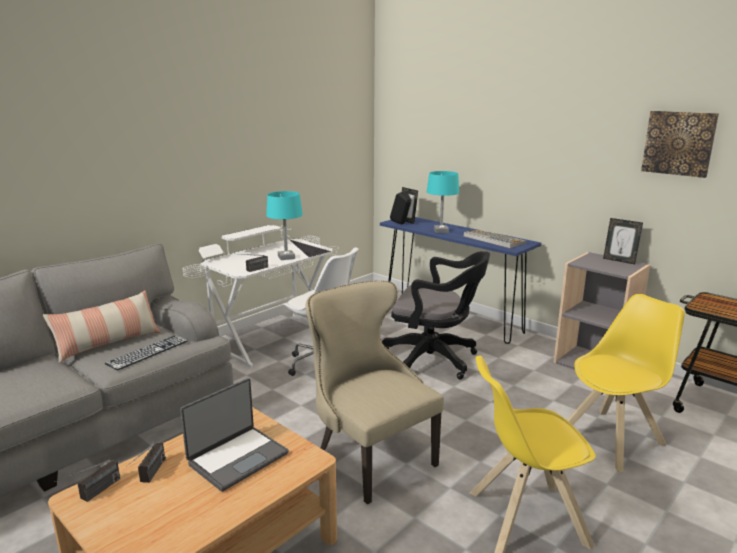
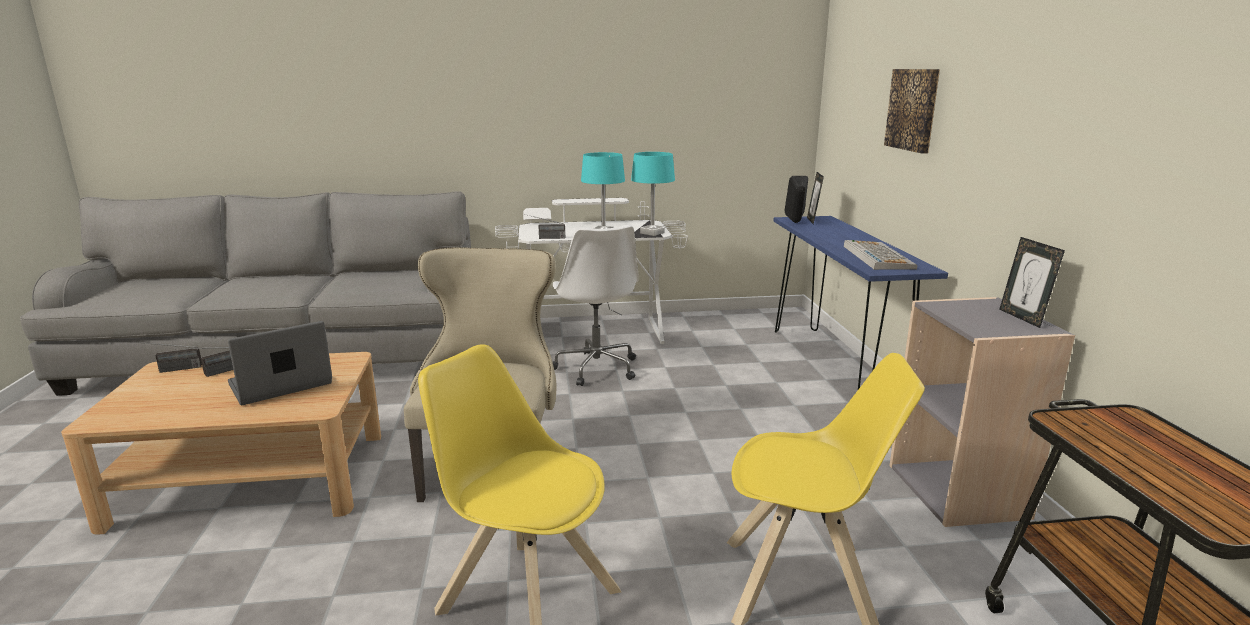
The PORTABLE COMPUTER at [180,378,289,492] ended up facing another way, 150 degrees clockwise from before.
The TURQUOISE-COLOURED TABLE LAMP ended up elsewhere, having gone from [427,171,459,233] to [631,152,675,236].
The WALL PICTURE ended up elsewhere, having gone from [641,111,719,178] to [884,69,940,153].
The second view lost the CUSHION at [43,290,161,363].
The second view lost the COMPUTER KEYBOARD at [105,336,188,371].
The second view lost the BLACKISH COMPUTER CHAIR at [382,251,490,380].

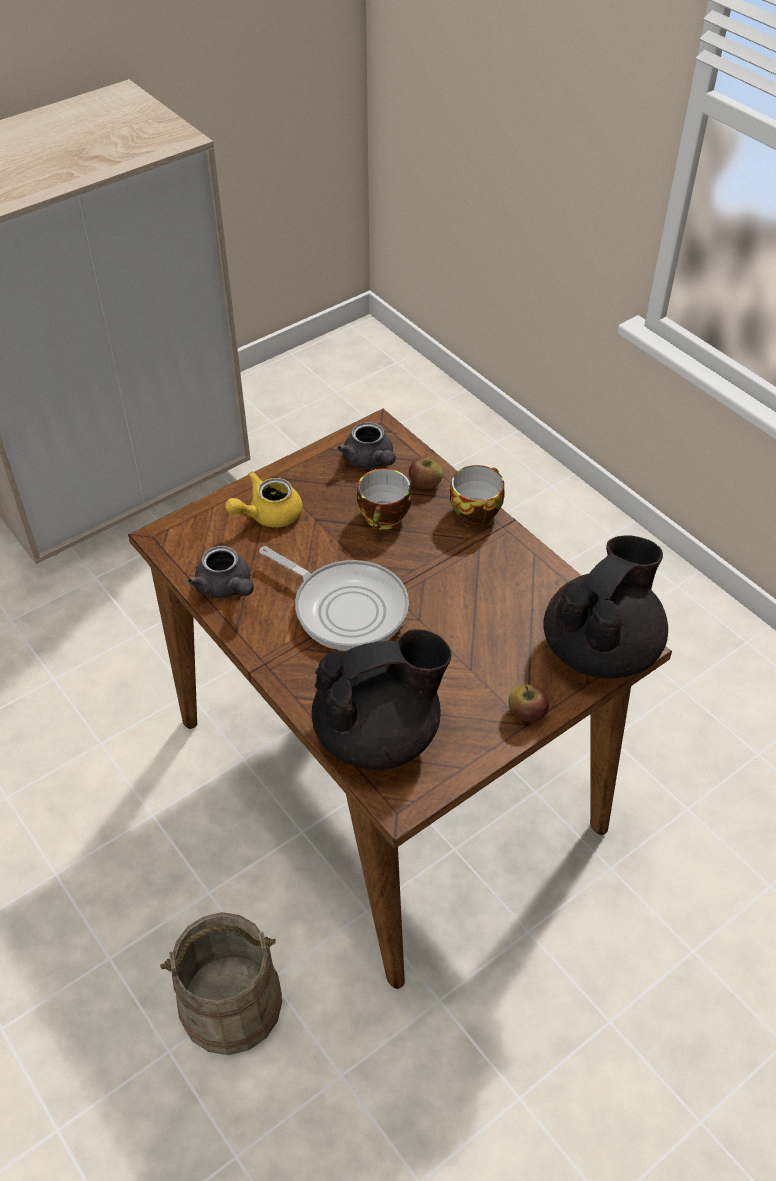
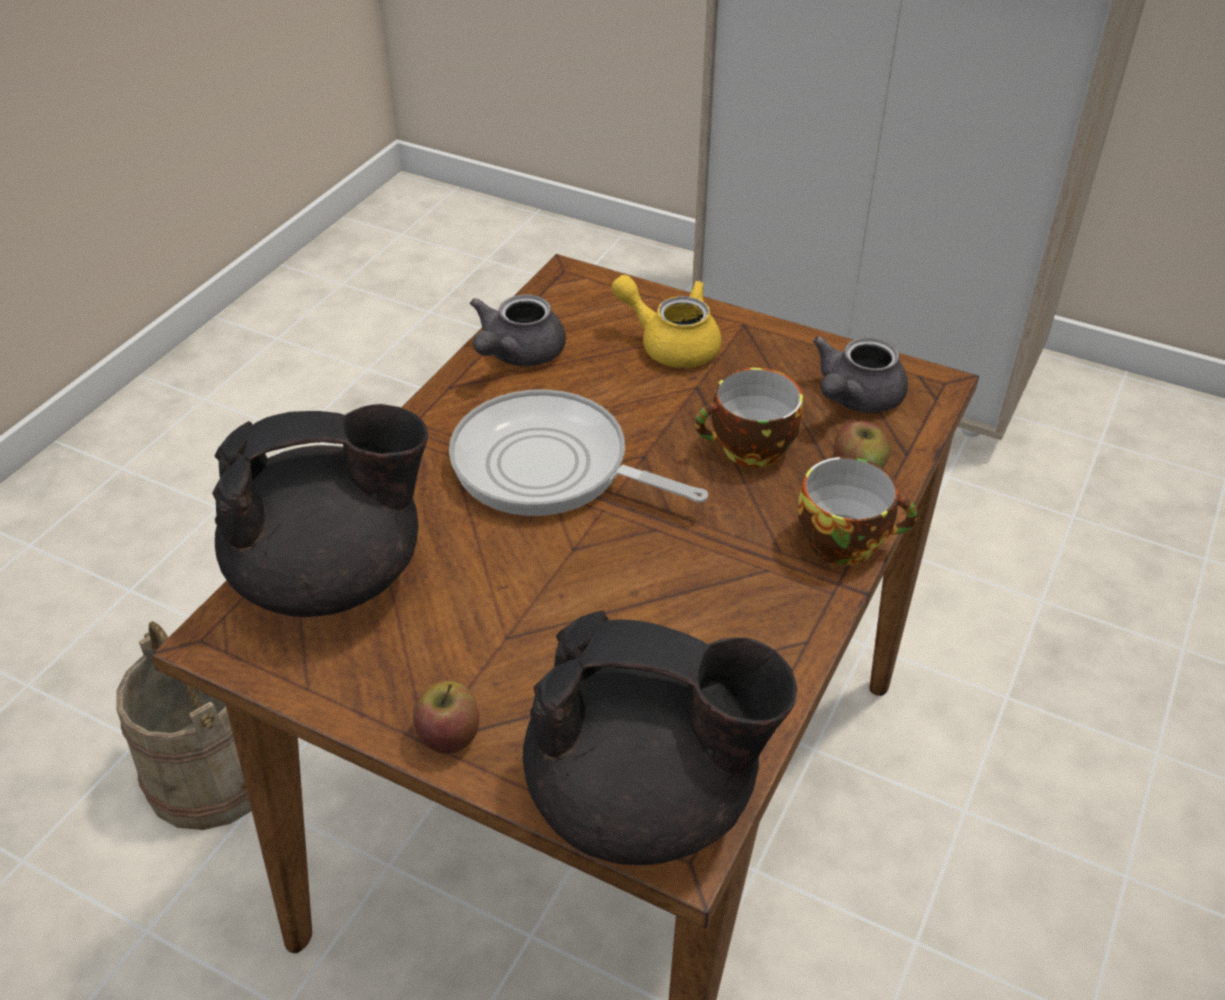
The BLACKISH POT FOR TEA at [312,629,452,770] ended up facing another way, 60 degrees counterclockwise from before.
The FRYING PAN at [259,546,409,651] ended up facing another way, 105 degrees clockwise from before.

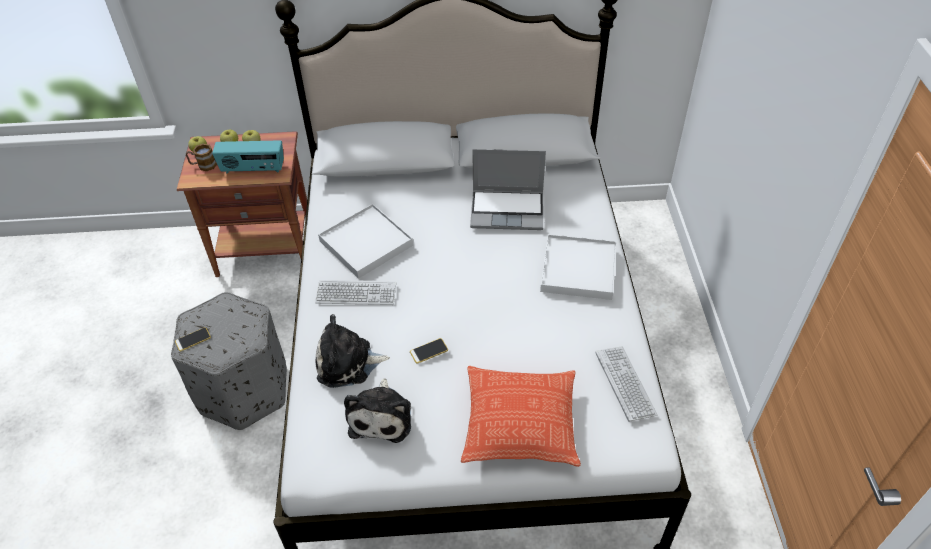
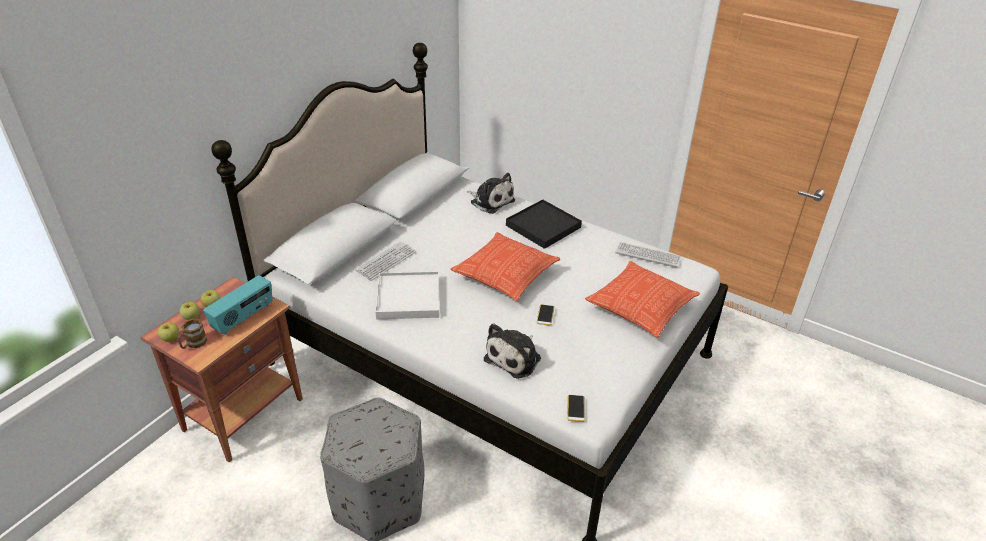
The COMPUTER KEYBOARD ended up elsewhere, having gone from [315,280,396,305] to [355,241,416,281].
The second view gained the ORANGE CUSHION at [451,232,560,301].
The PLUSH TOY ended up elsewhere, having gone from [344,378,411,443] to [467,173,515,214].
What was the WHITE TRAY at [540,234,616,300] turned into the BLACKISH TRAY at [506,199,582,249].
The HANDSET ended up elsewhere, having gone from [175,327,211,351] to [567,395,585,422].
The second view lost the PORTABLE COMPUTER at [470,149,546,230].

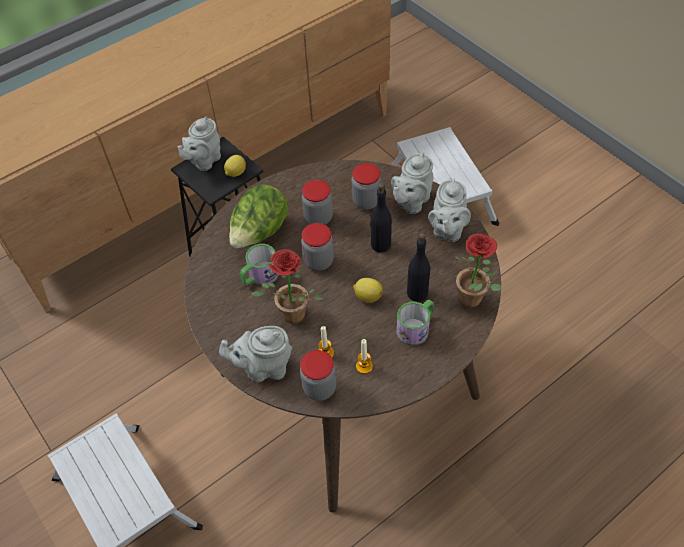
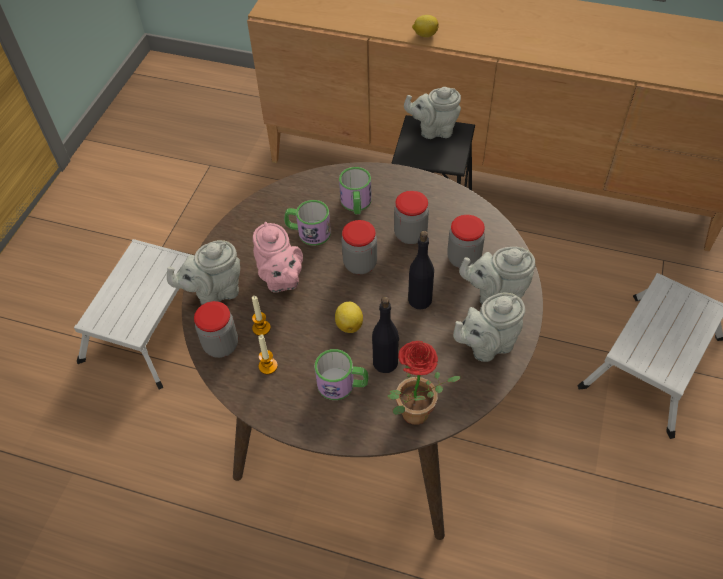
The GREYISH POT FOR TEA at [219,326,292,382] ended up facing another way, 75 degrees counterclockwise from before.
Where the HOUSEPLANT stood at [251,249,323,324], the PINK-COLOURED POT FOR TEA came to stand at [253,222,303,293].
Where the LETTUCE stood at [229,185,289,249], the TEA MUG came to stand at [339,167,372,214].
The CITRUS FRUIT ended up elsewhere, having gone from [224,155,246,177] to [412,15,439,37].

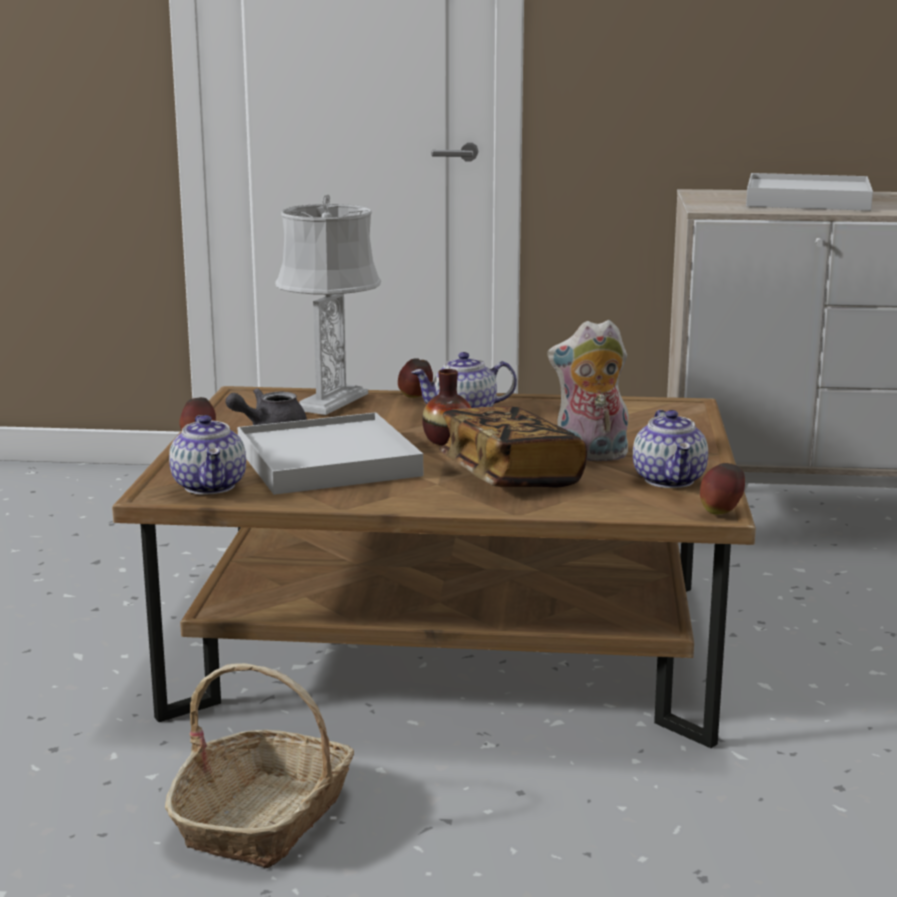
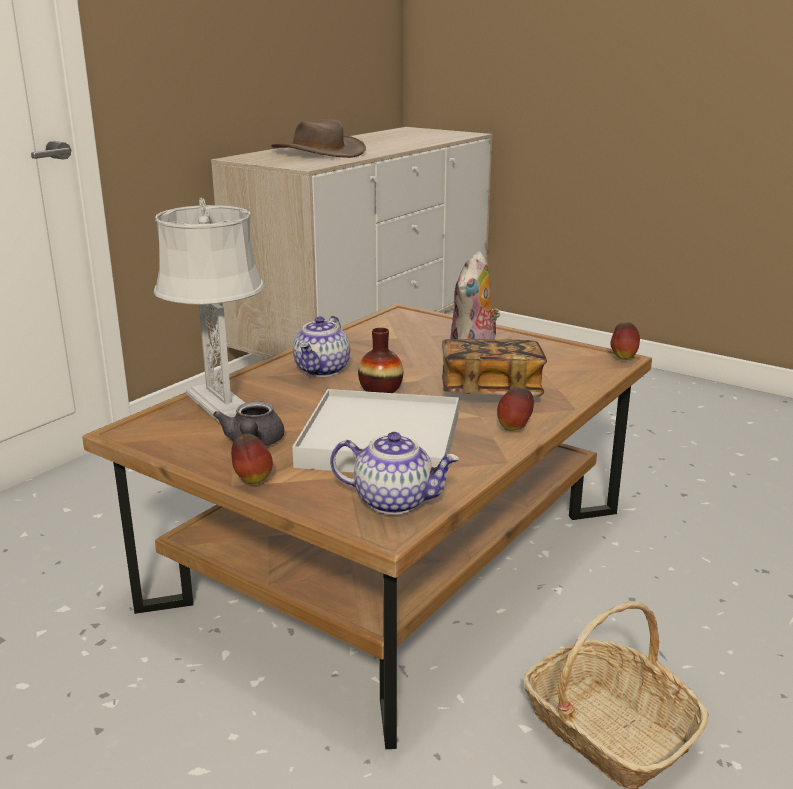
Where the WHITE TRAY stood at [746,173,873,211], the BROWN-COLOURED WEARABLE HAT came to stand at [271,119,366,158].
The APPLE ended up elsewhere, having gone from [398,358,433,398] to [497,387,534,431].
The second view lost the POT FOR TEA at [633,410,708,488].

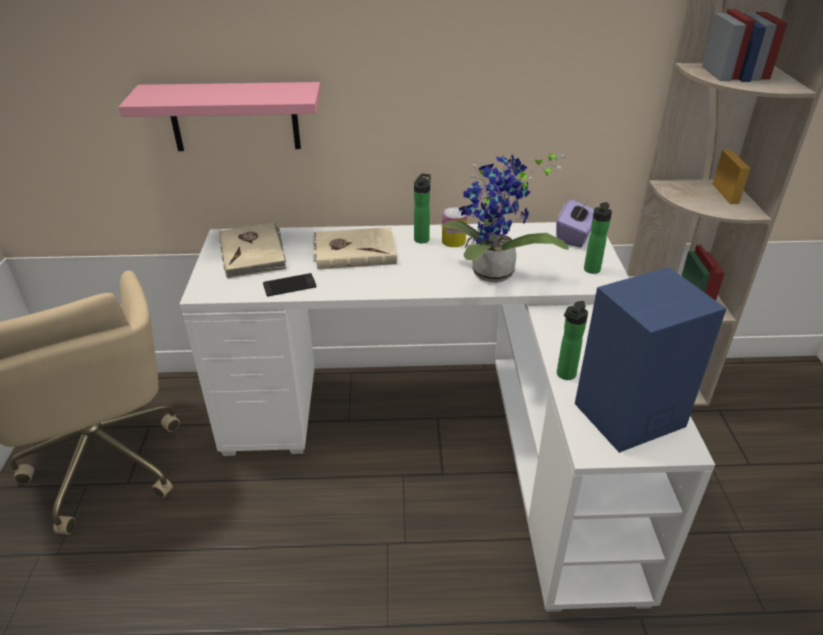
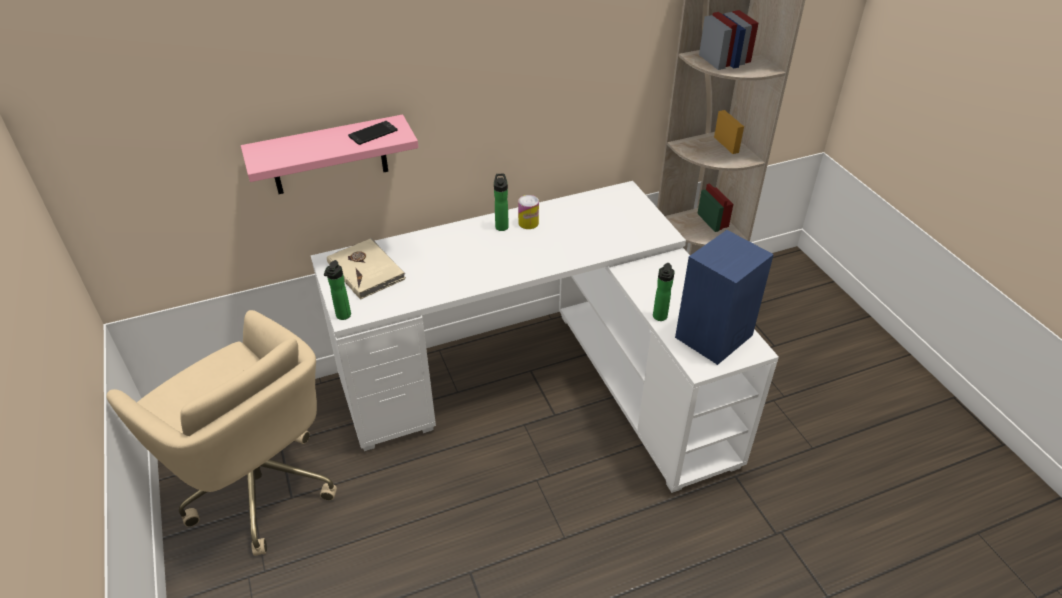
The BOTTLE ended up elsewhere, having gone from [584,202,612,274] to [324,260,351,320].
The HANDSET ended up elsewhere, having gone from [263,273,316,297] to [348,121,398,145].
The second view lost the BEIGE BOOK at [313,227,397,269].
The second view lost the HOUSEPLANT at [441,153,569,283].
The second view lost the PURPLE TISSUE BOX at [556,199,594,248].

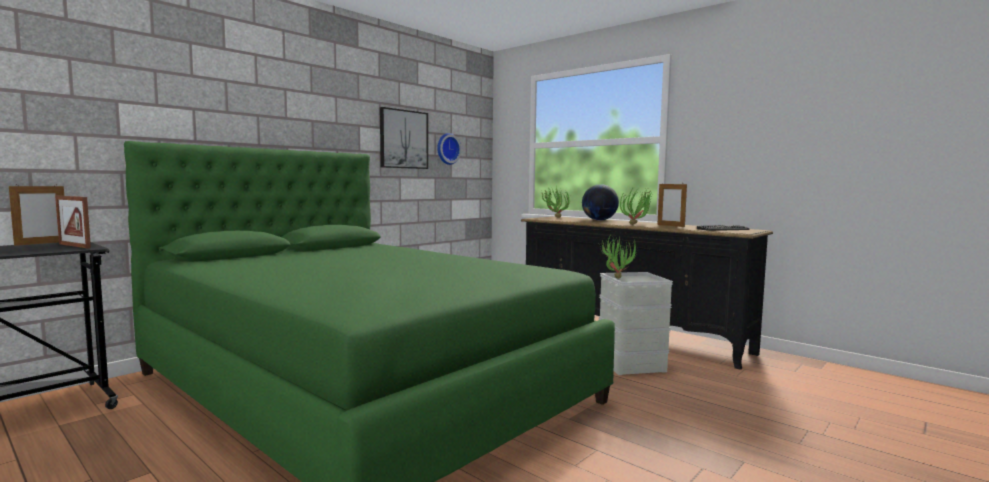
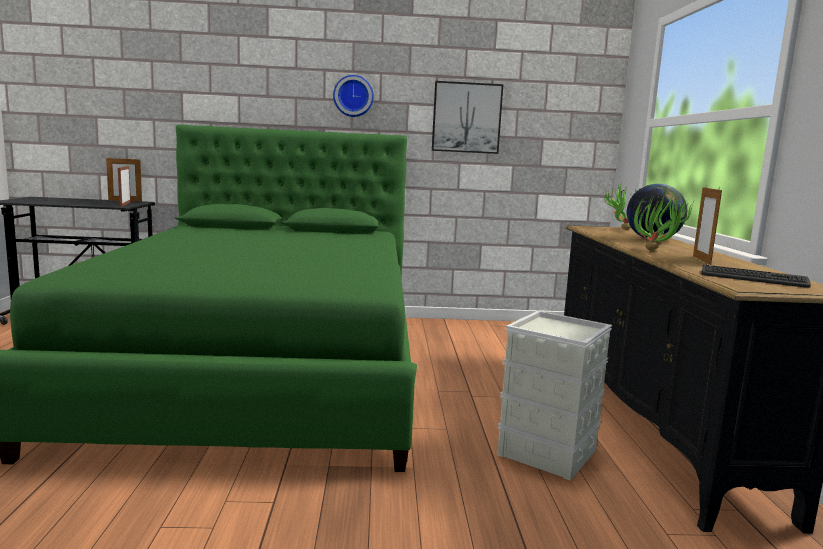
The WALL CLOCK ended up elsewhere, having gone from [437,133,461,165] to [333,75,374,117].
The second view lost the HOUSEPLANT at [600,235,638,279].

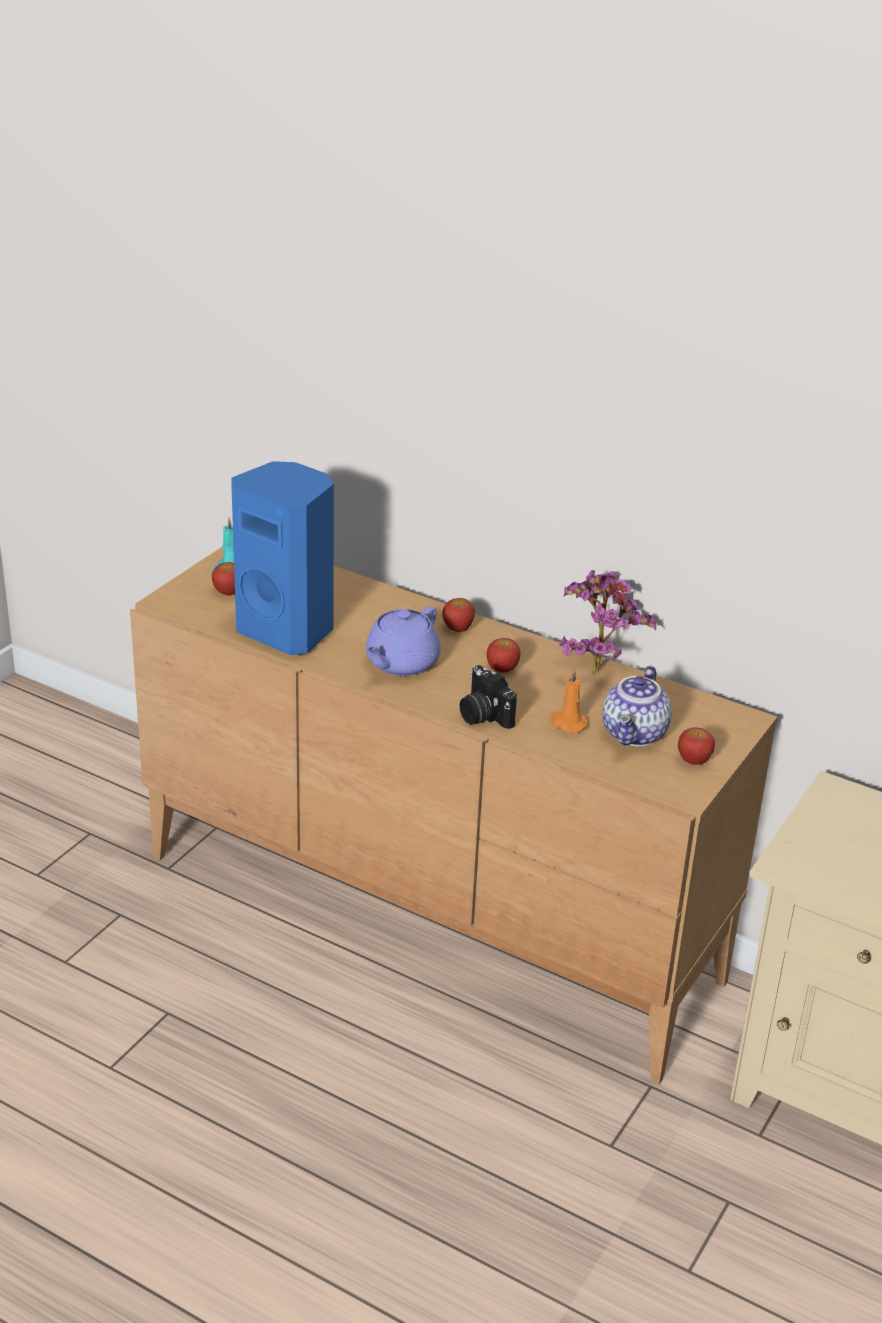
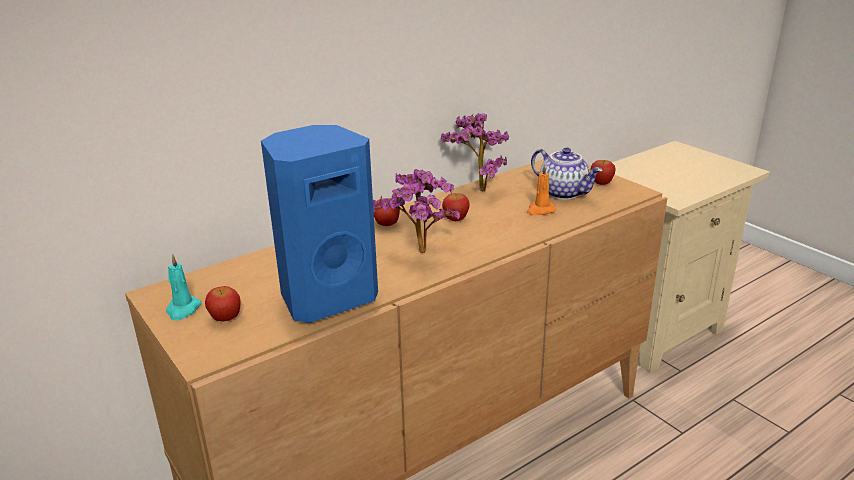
Where the PURPLE POT FOR TEA stood at [366,607,441,676], the HOUSEPLANT came to stand at [373,169,460,253].
The second view lost the STILL CAMERA at [460,665,517,729].

